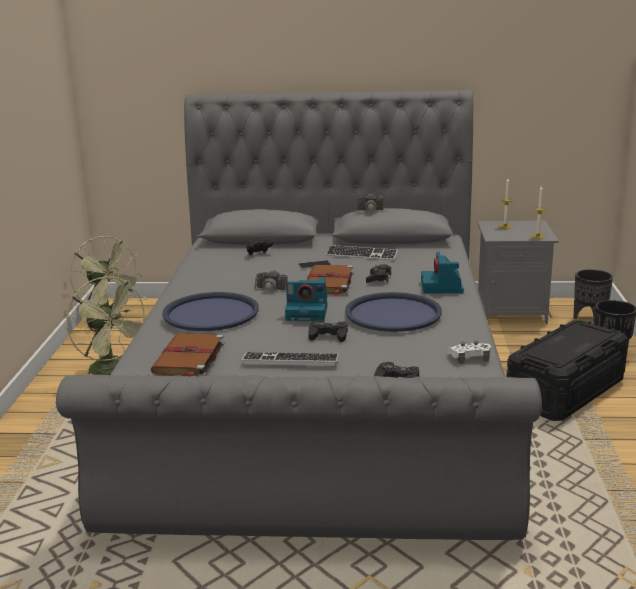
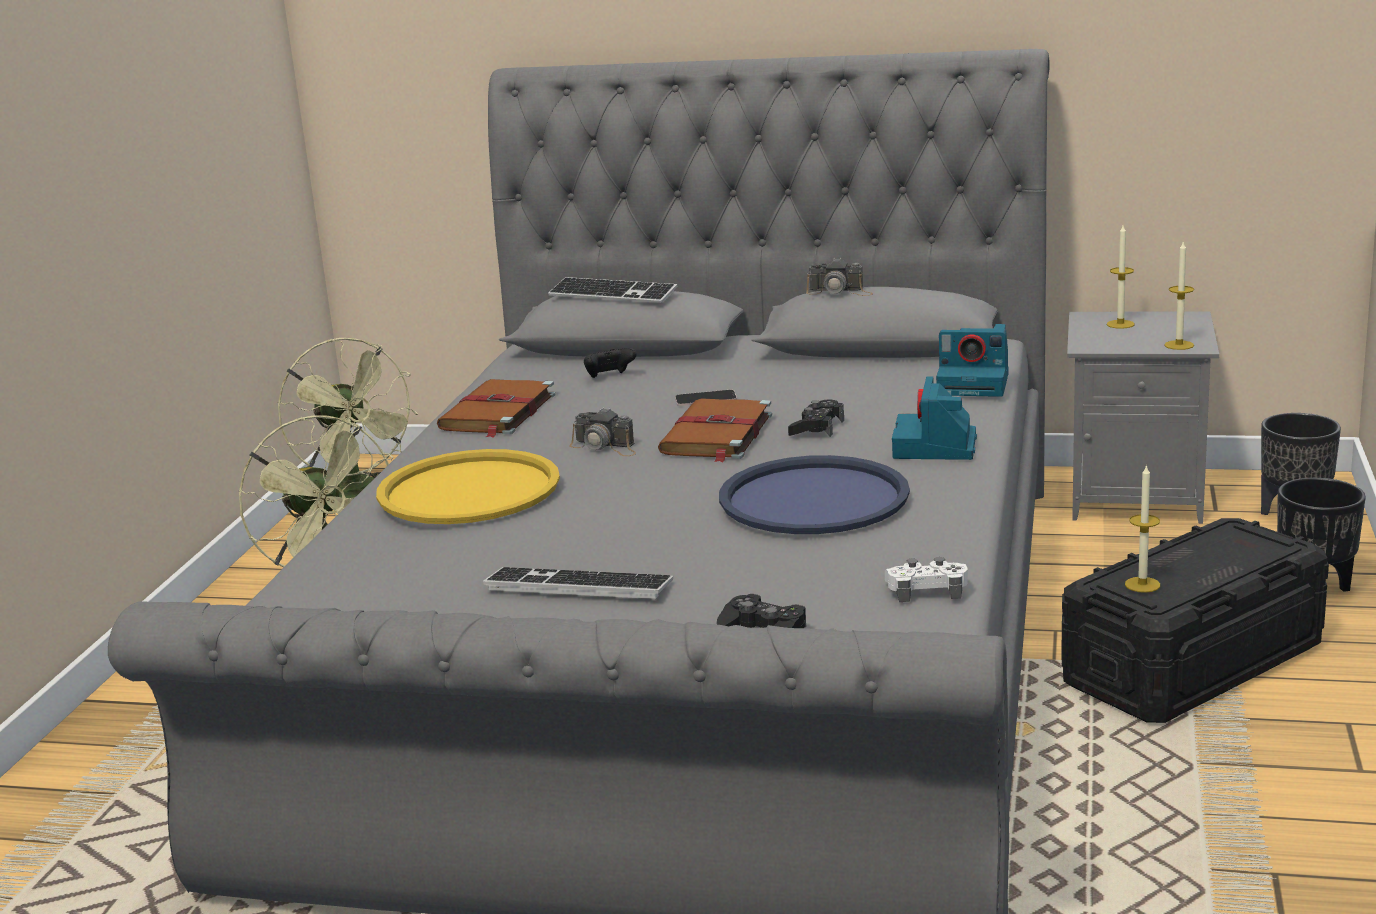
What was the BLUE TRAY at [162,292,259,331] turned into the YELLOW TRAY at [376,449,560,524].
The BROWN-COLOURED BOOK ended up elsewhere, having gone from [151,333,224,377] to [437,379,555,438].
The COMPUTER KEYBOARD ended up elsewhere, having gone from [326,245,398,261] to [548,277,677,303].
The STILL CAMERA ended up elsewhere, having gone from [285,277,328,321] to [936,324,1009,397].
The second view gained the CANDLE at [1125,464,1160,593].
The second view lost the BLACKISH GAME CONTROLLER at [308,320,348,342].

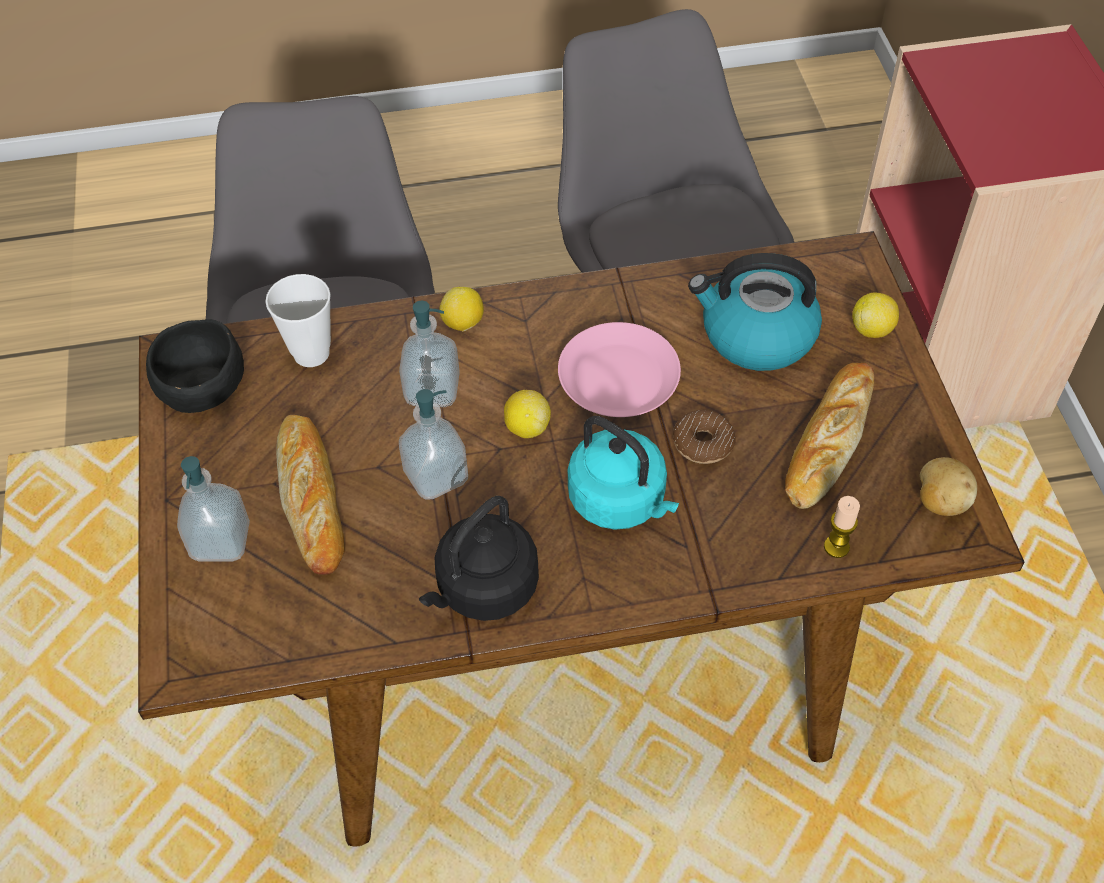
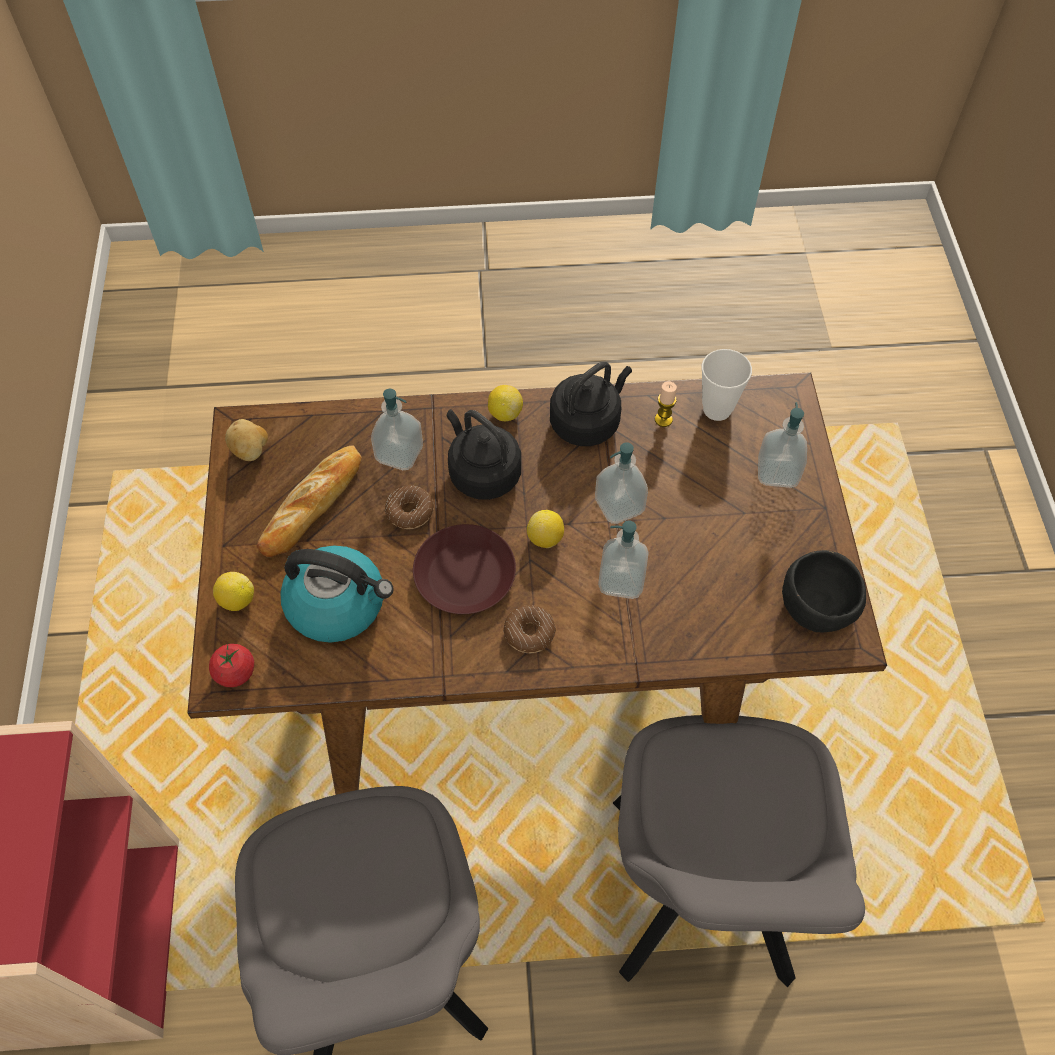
The second view gained the WHOLE TOMATO at [209,644,254,687].
The second view gained the SOAP DISPENSER at [371,389,423,470].
What was the PINK-COLOURED FLAT DISH at [558,322,681,417] turned into the BROWN-COLOURED FLAT DISH at [413,524,516,614].
What was the TURQUOISE-COLOURED WATER KETTLE at [568,416,679,530] turned into the BLACKISH WATER KETTLE at [447,409,521,500].
The CITRUS FRUIT ended up elsewhere, having gone from [439,287,484,331] to [488,385,523,421].
The second view gained the DOUGHNUT at [503,605,556,653].
The CANDLE ended up elsewhere, having gone from [824,496,860,558] to [655,382,677,427].
The SMALL CUP ended up elsewhere, having gone from [265,274,331,367] to [702,349,752,421].
The second view lost the BAKERY BREAD at [276,415,345,575].

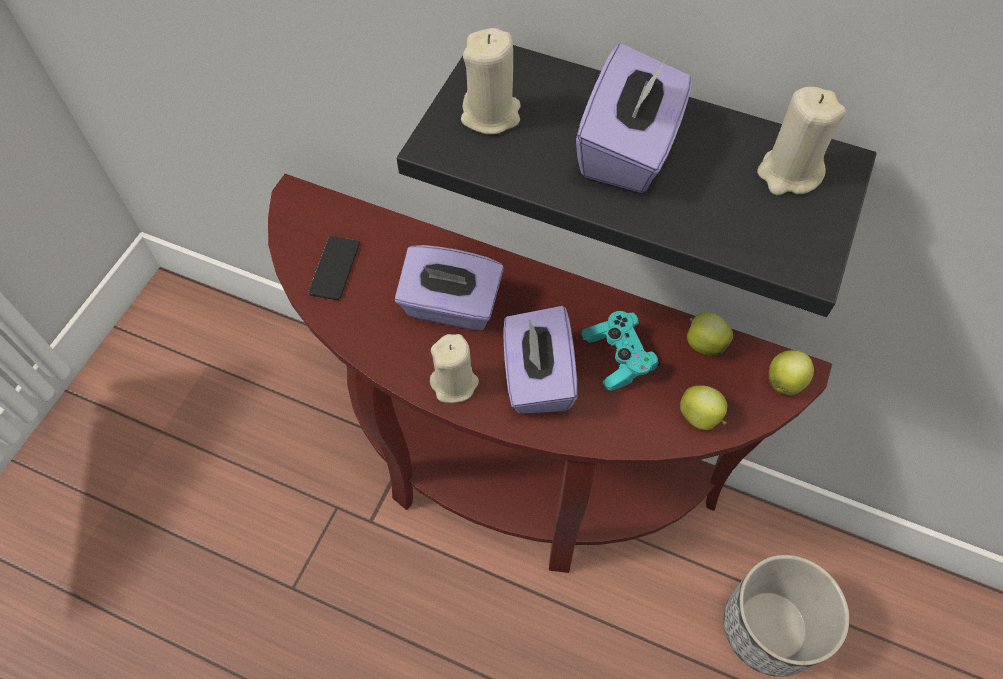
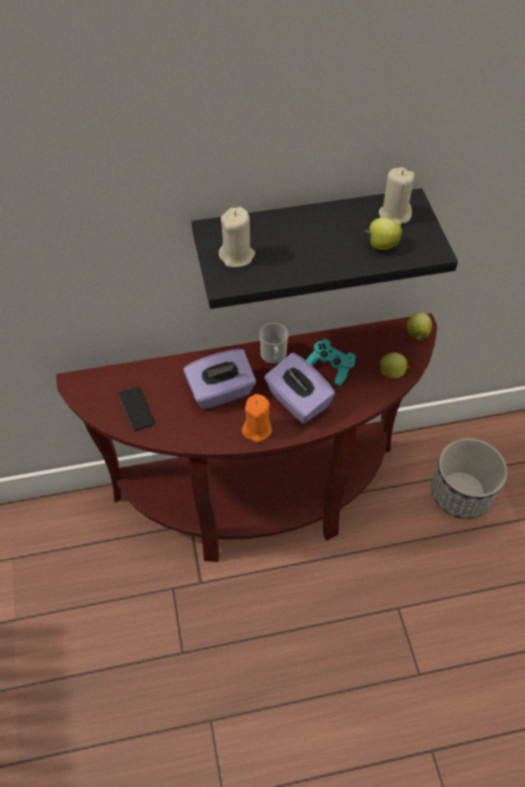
What was the BEIGE CANDLE at [430,334,479,403] turned into the ORANGE CANDLE at [242,394,272,443].
The second view gained the TEA MUG at [259,323,288,364].
The APPLE ended up elsewhere, having gone from [687,312,733,356] to [365,218,402,250].
The second view lost the PURPLE TISSUE BOX at [576,43,692,193].

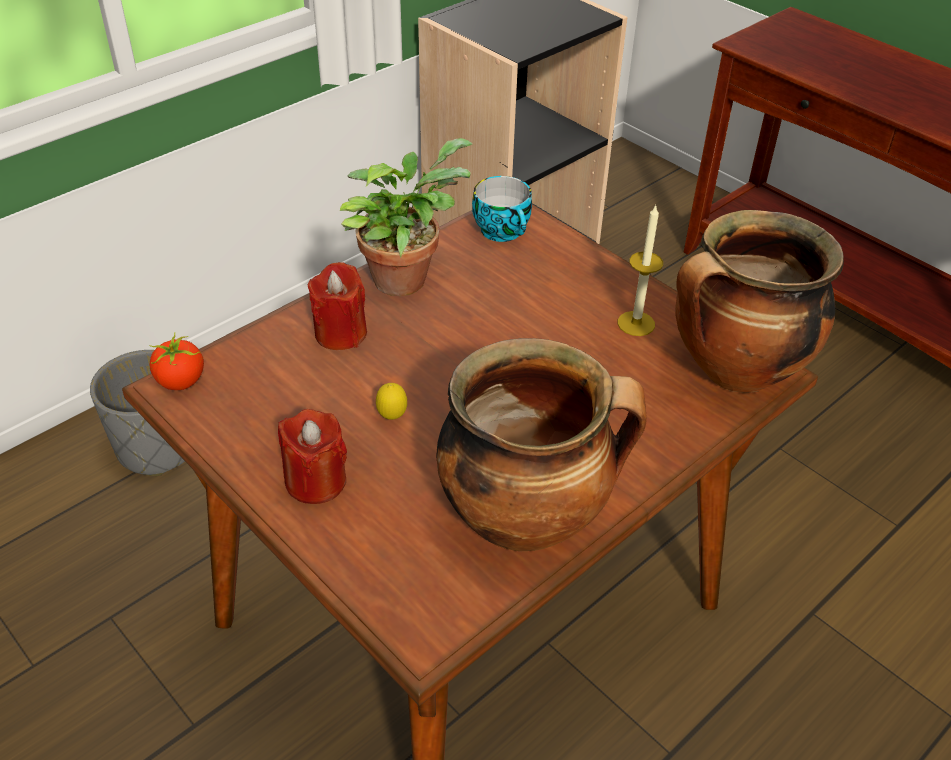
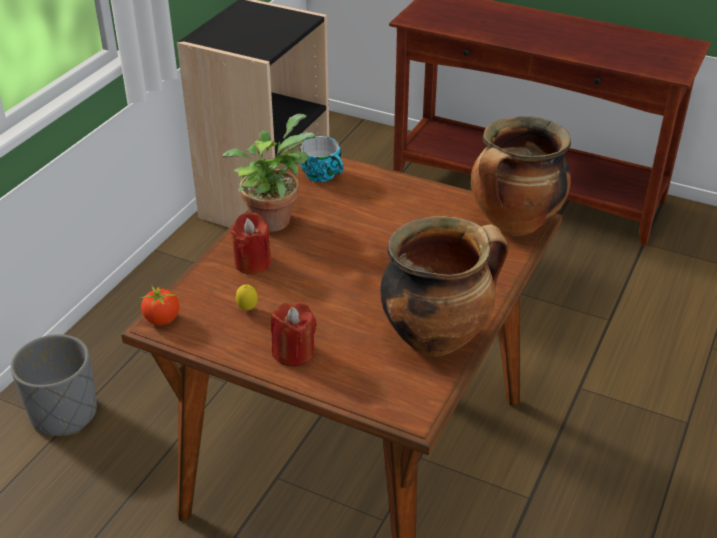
The CITRUS FRUIT ended up elsewhere, having gone from [376,383,407,420] to [236,284,258,310].
The second view lost the CANDLE at [618,205,663,336].

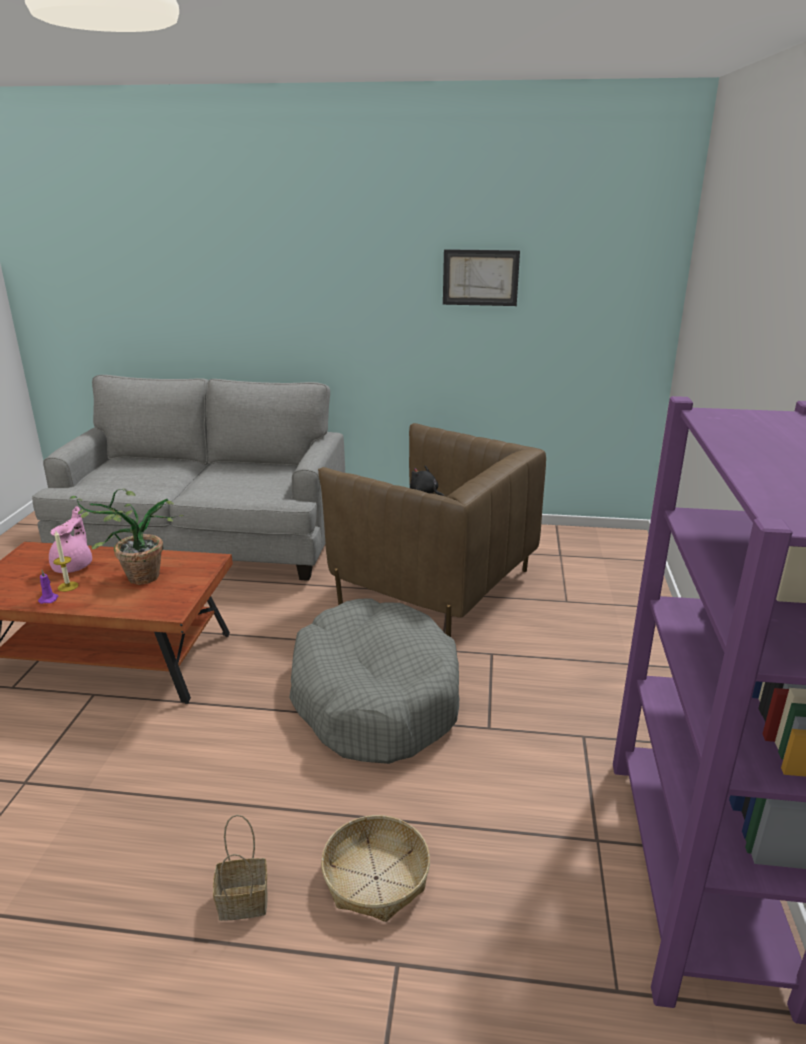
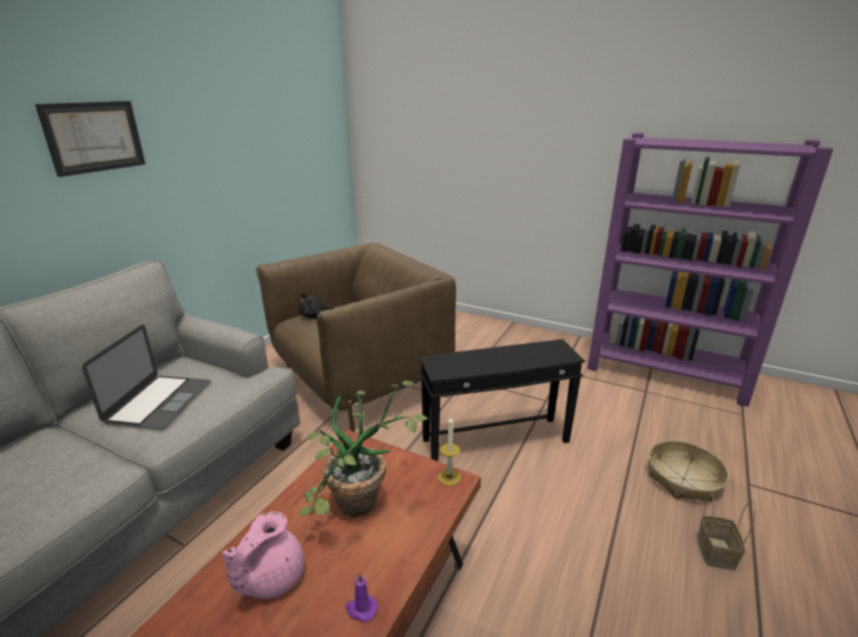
The WALL PICTURE ended up elsewhere, having gone from [443,249,520,306] to [35,101,145,177].
The second view gained the PORTABLE COMPUTER at [82,325,211,430].
The PINK-COLOURED POT FOR TEA at [49,506,92,573] ended up facing another way, 90 degrees counterclockwise from before.
Where the GREYISH DOG CUSHION stood at [289,598,459,764], the BLACKISH SIDE TABLE came to stand at [419,339,585,461].
The CANDLE ended up elsewhere, having gone from [53,531,79,592] to [438,417,461,486].

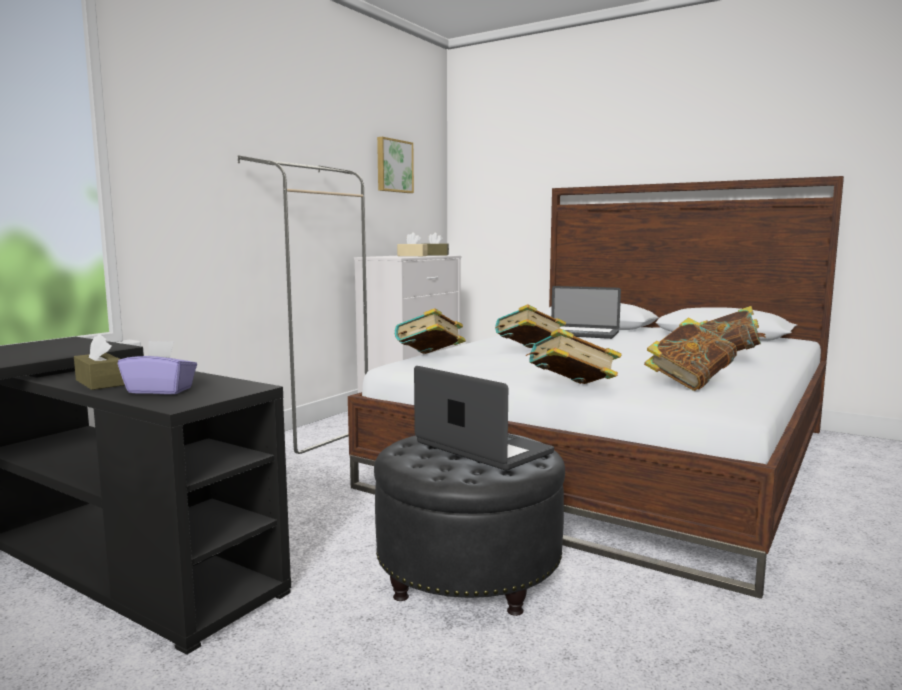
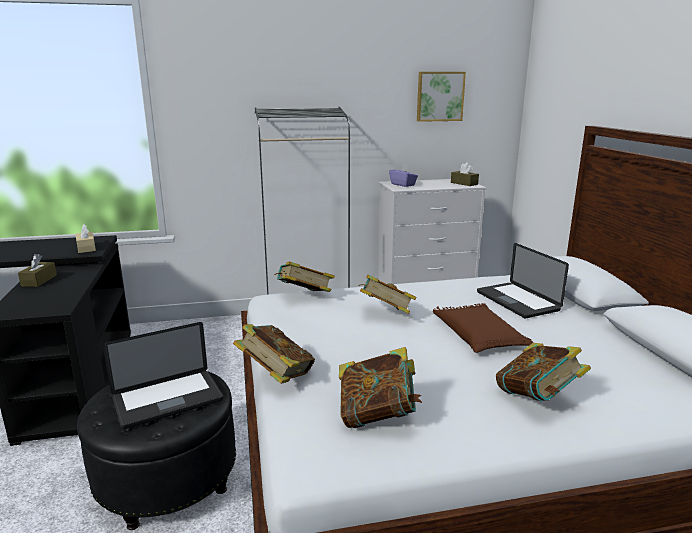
The BEIGE TISSUE BOX ended up elsewhere, having gone from [397,232,428,256] to [76,224,96,253].
The PORTABLE COMPUTER at [414,366,554,470] ended up facing another way, 60 degrees clockwise from before.
The PURPLE TISSUE BOX ended up elsewhere, having gone from [118,341,197,395] to [389,164,418,187].
The second view gained the BROWN-COLOURED CUSHION at [433,303,533,353].

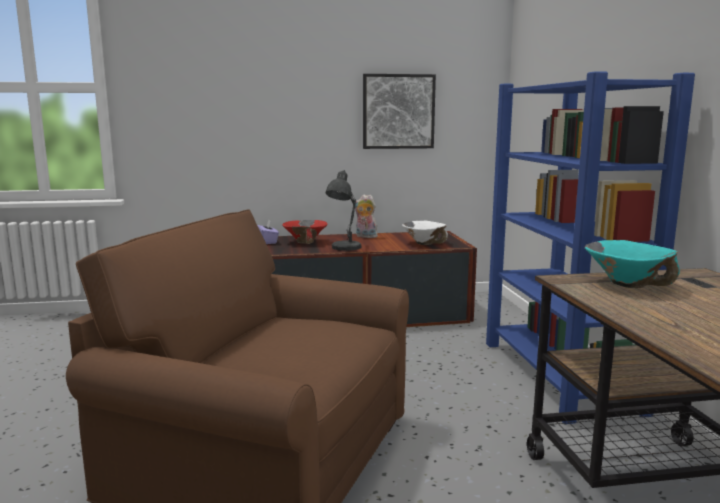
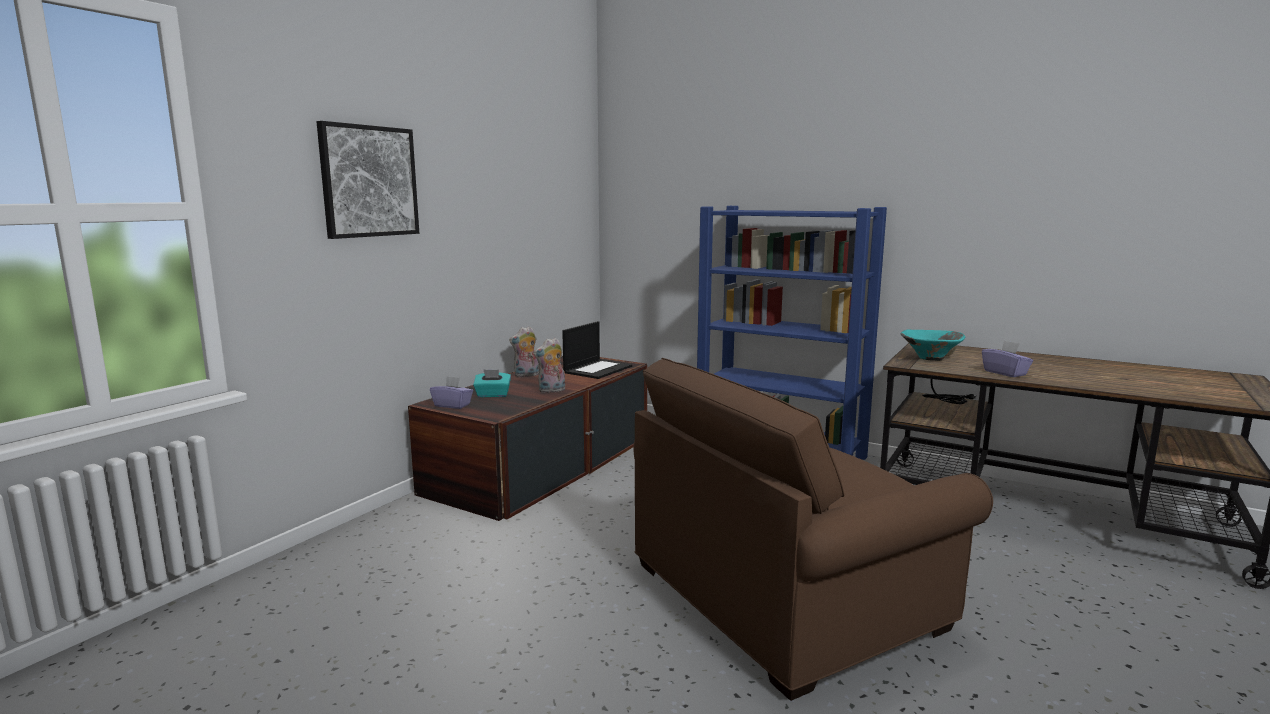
The WALL PICTURE ended up elsewhere, having gone from [363,74,436,149] to [316,121,419,239].
Where the RED-COLOURED BOWL stood at [282,220,328,244], the TURQUOISE-COLOURED TISSUE BOX came to stand at [473,369,511,397].
Where the GREYISH TABLE LAMP stood at [325,170,361,251], the PLUSH TOY came to stand at [533,338,565,393].
Where the WHITE BOWL stood at [402,221,448,245], the PORTABLE COMPUTER came to stand at [562,321,632,379].
The second view gained the PURPLE TISSUE BOX at [982,340,1033,377].

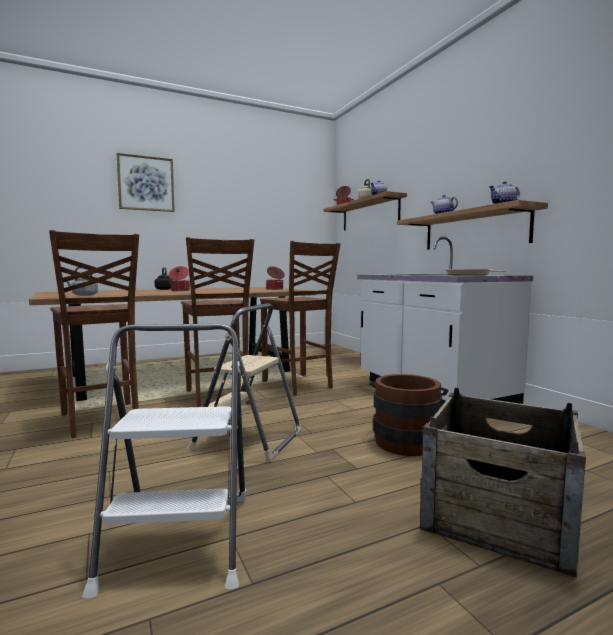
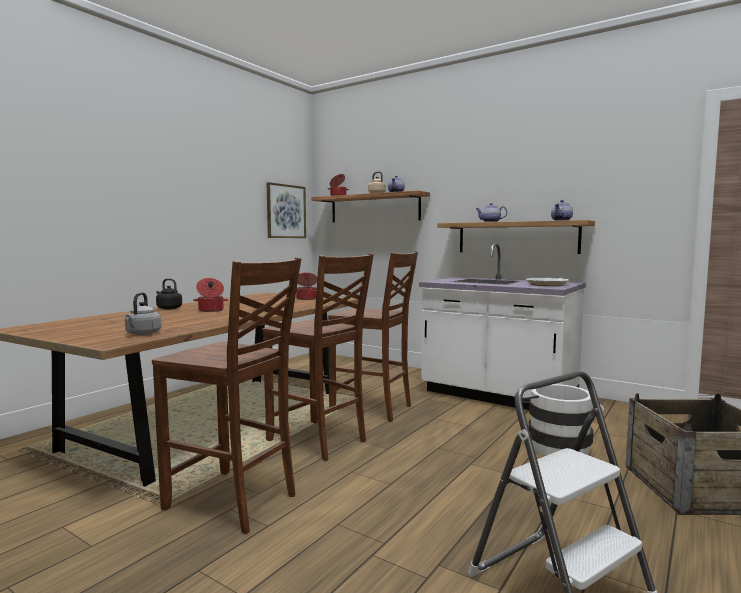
The WALL PICTURE ended up elsewhere, having gone from [117,153,175,212] to [267,182,306,238].
What was the BROWN-COLOURED PAIL at [369,374,448,456] turned into the WHITE PAIL at [522,384,594,456].
The second view lost the BEIGE STEPLADDER at [187,303,302,462].

